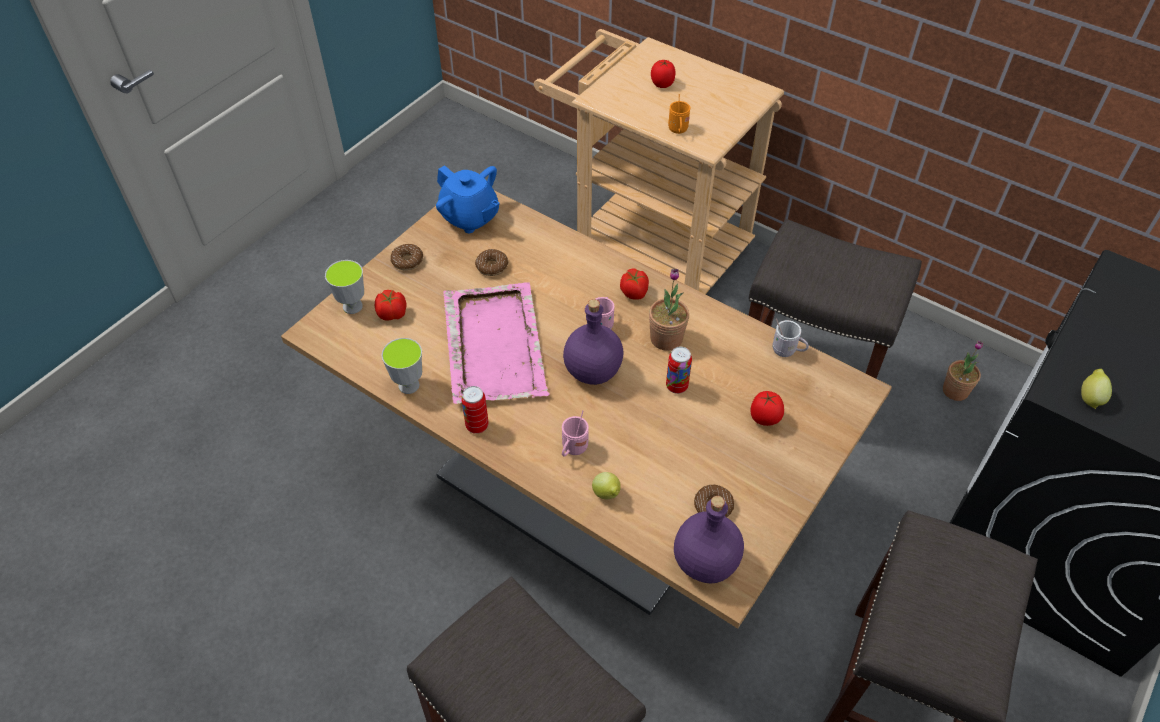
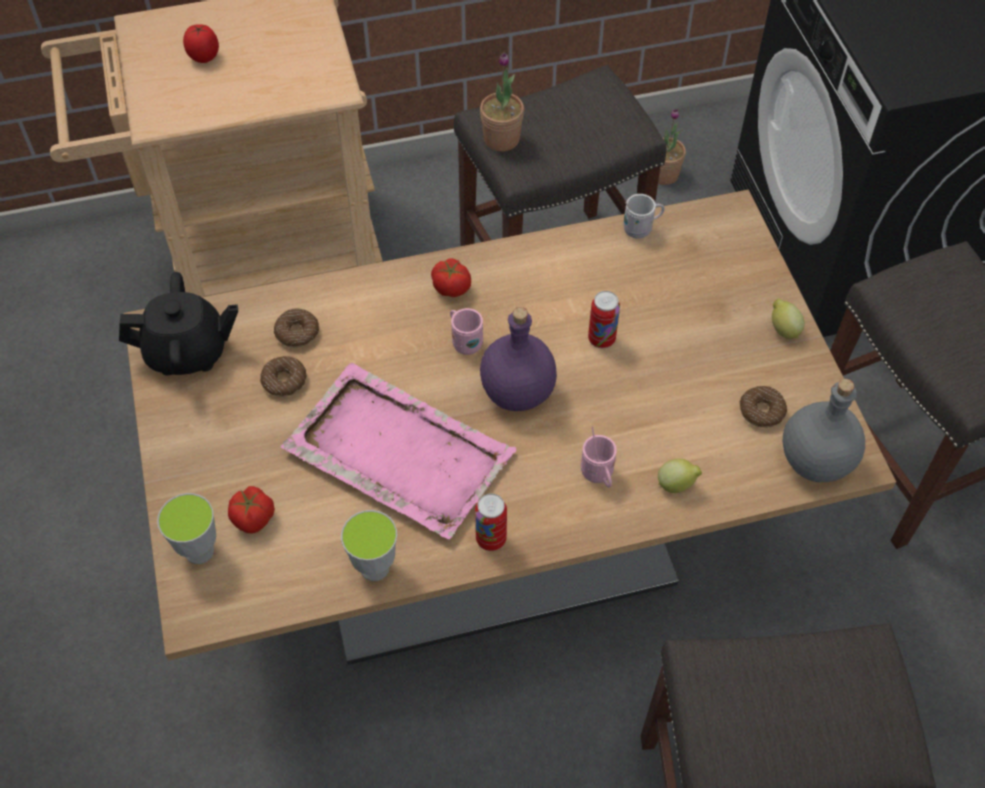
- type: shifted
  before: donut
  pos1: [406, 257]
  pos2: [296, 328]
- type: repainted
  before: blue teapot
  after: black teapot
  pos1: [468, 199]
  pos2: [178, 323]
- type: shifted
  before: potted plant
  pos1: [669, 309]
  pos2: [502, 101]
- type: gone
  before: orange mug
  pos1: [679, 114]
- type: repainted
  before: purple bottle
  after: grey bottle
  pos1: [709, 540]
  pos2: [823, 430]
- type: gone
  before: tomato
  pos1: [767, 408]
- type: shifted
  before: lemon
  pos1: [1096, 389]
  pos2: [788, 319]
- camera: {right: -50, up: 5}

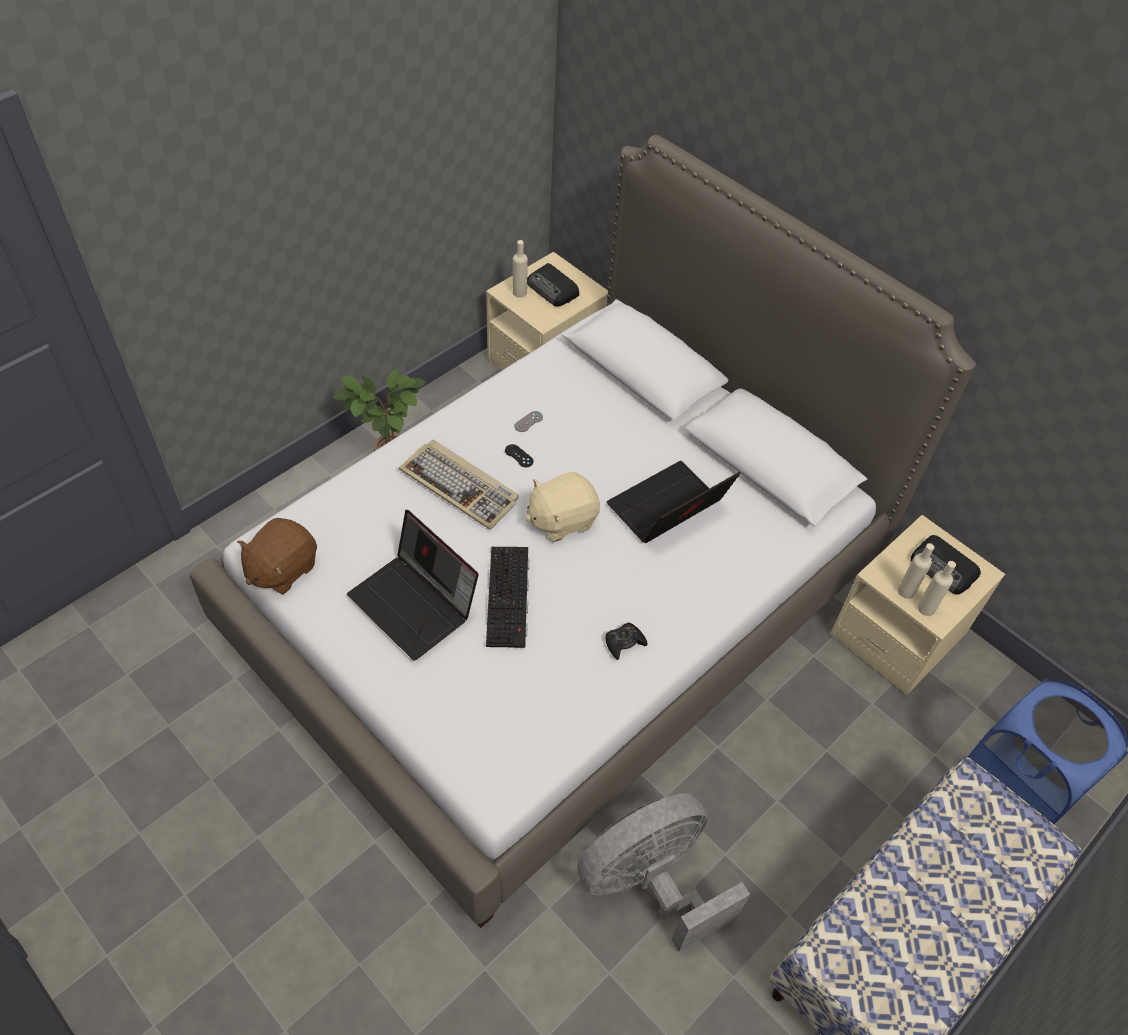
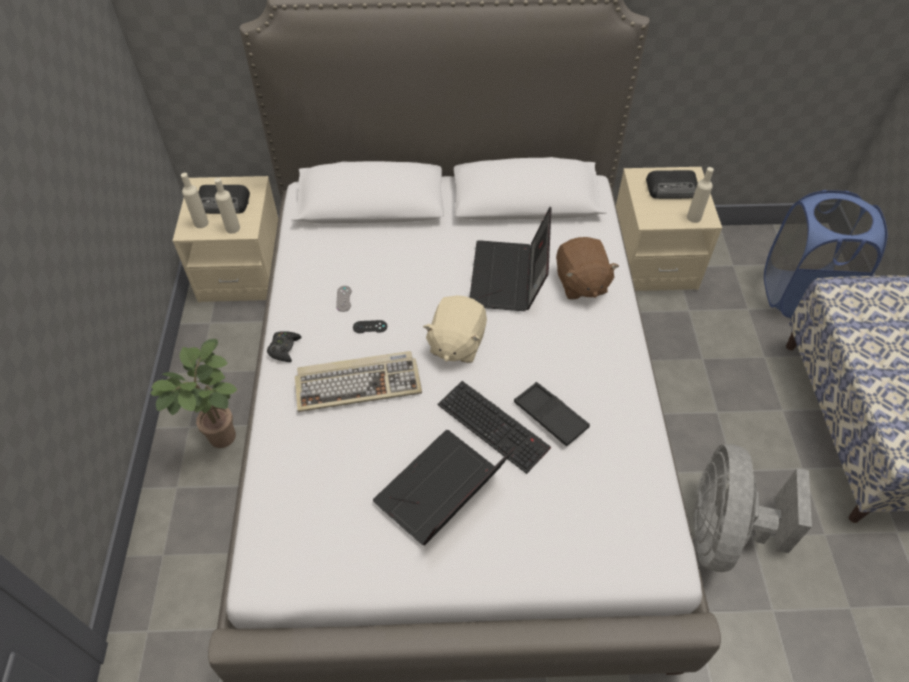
- type: shifted
  before: brown plush toy
  pos1: [277, 556]
  pos2: [587, 268]
- type: rotated
  before: laptop
  pos1: [413, 585]
  pos2: [444, 488]
  turn: 135
- type: shifted
  before: black game controller
  pos1: [626, 641]
  pos2: [284, 346]
- type: shifted
  before: beige bottle
  pos1: [916, 571]
  pos2: [227, 206]
- type: new
  after: black tray
  pos2: [552, 414]
- camera: {right: -45, up: 0}

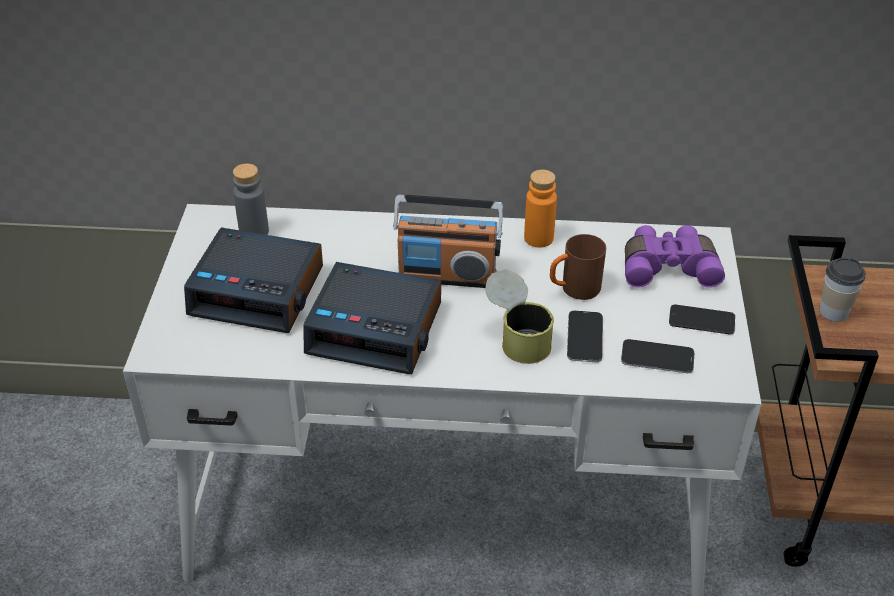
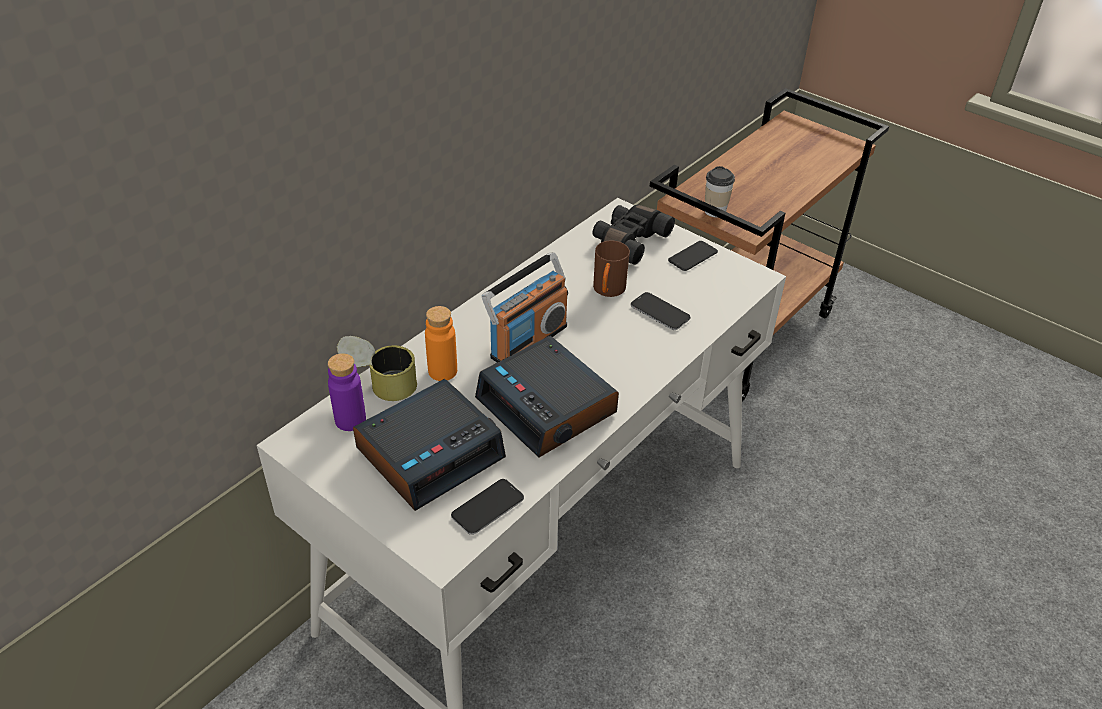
- type: repainted
  before: grey bottle
  after: purple bottle
  pos1: [251, 199]
  pos2: [347, 392]
- type: rotated
  before: alarm clock
  pos1: [372, 318]
  pos2: [547, 397]
  turn: 90
- type: shifted
  before: can
  pos1: [519, 316]
  pos2: [377, 368]
- type: shifted
  before: orange bottle
  pos1: [540, 209]
  pos2: [441, 343]
- type: shifted
  before: phone
  pos1: [657, 356]
  pos2: [487, 507]
- type: repainted
  before: purple binoculars
  after: black binoculars
  pos1: [675, 256]
  pos2: [634, 235]
- camera: {right: -55, up: 0}

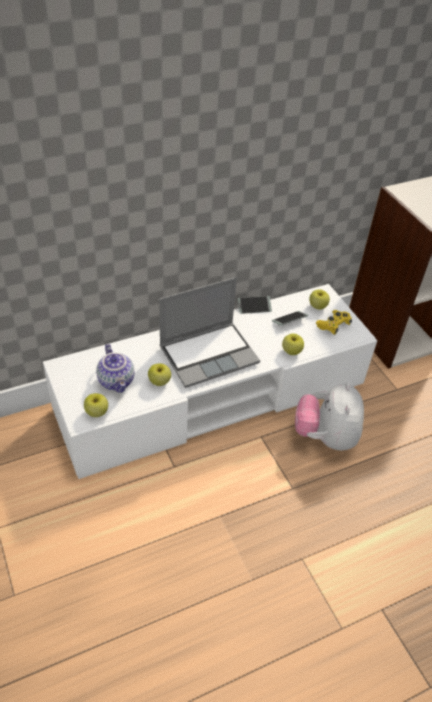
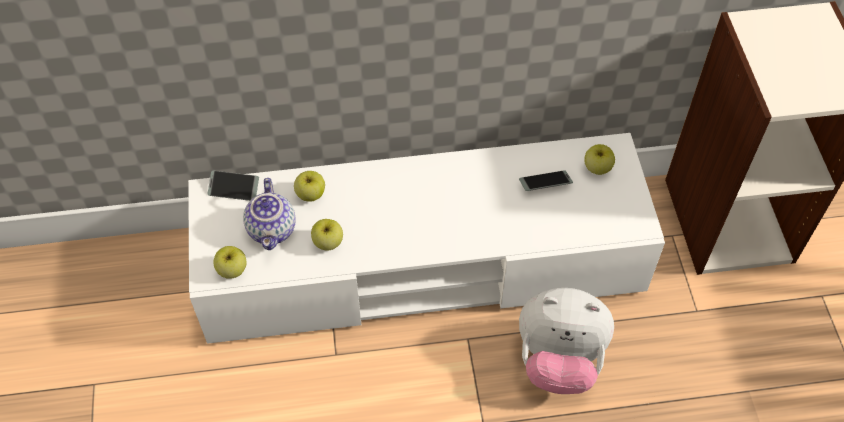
- type: gone
  before: laptop
  pos1: [209, 332]
- type: shifted
  before: phone
  pos1: [255, 305]
  pos2: [233, 186]
- type: shifted
  before: apple
  pos1: [293, 344]
  pos2: [309, 186]
- type: rotated
  before: plush toy
  pos1: [329, 416]
  pos2: [566, 341]
  turn: -105
- type: gone
  before: yellow game controller
  pos1: [334, 322]
- camera: {right: 20, up: 10}

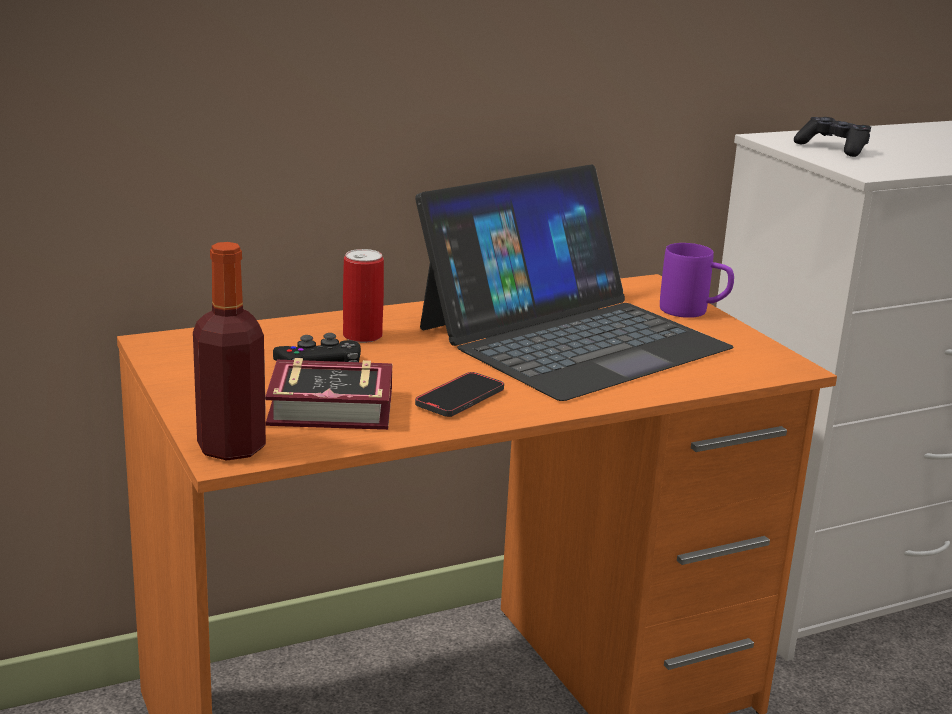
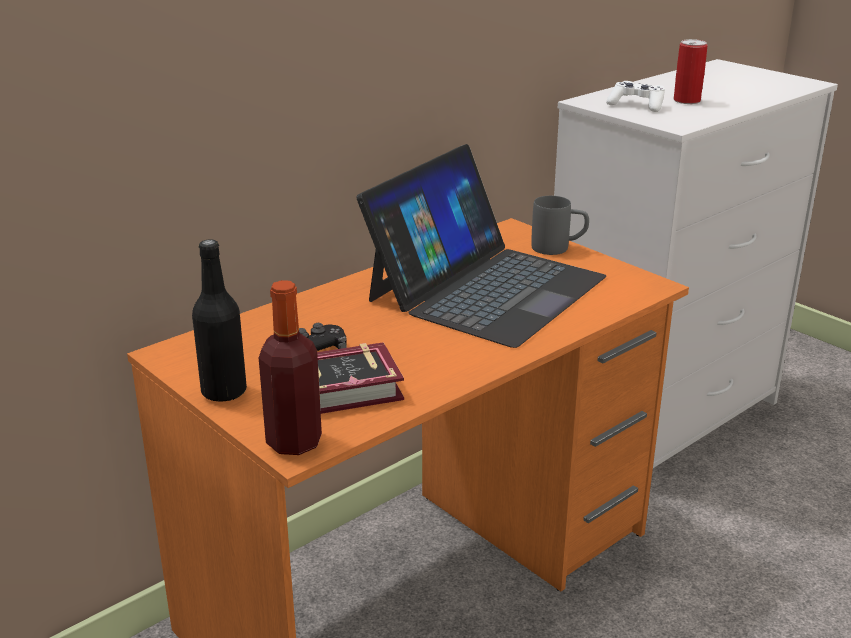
- type: shifted
  before: can
  pos1: [363, 296]
  pos2: [690, 71]
- type: gone
  before: phone
  pos1: [459, 394]
- type: repainted
  before: purple mug
  after: grey mug
  pos1: [697, 280]
  pos2: [560, 225]
- type: repainted
  before: black game controller
  after: white game controller
  pos1: [832, 137]
  pos2: [635, 96]
- type: new
  after: black bottle
  pos2: [219, 320]
- camera: {right: -15, up: 5}

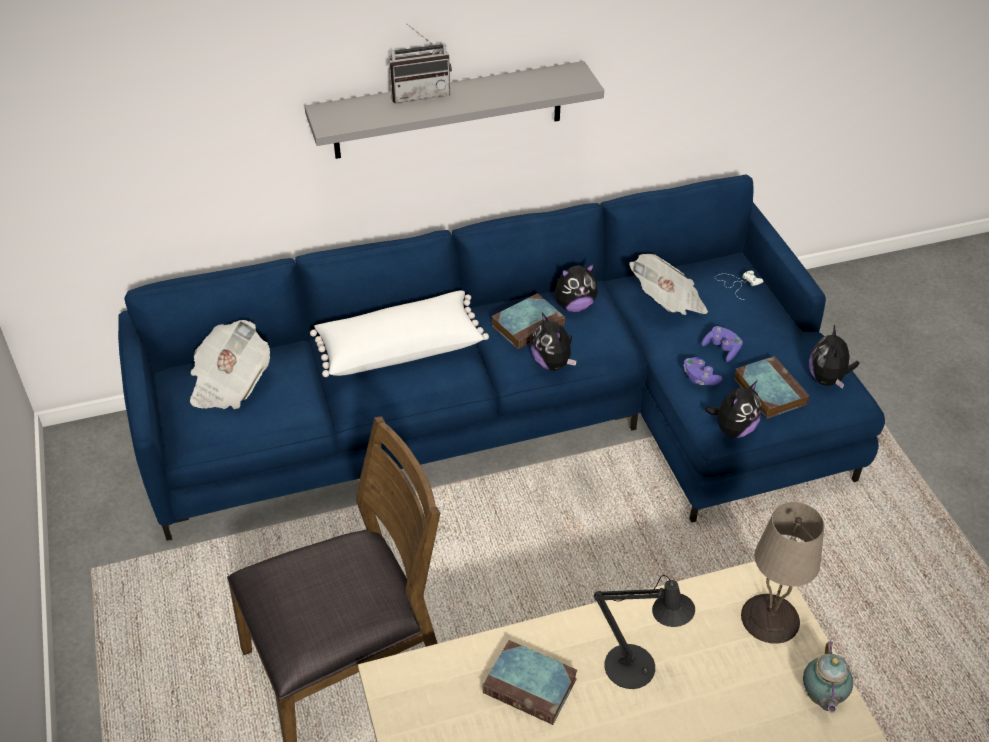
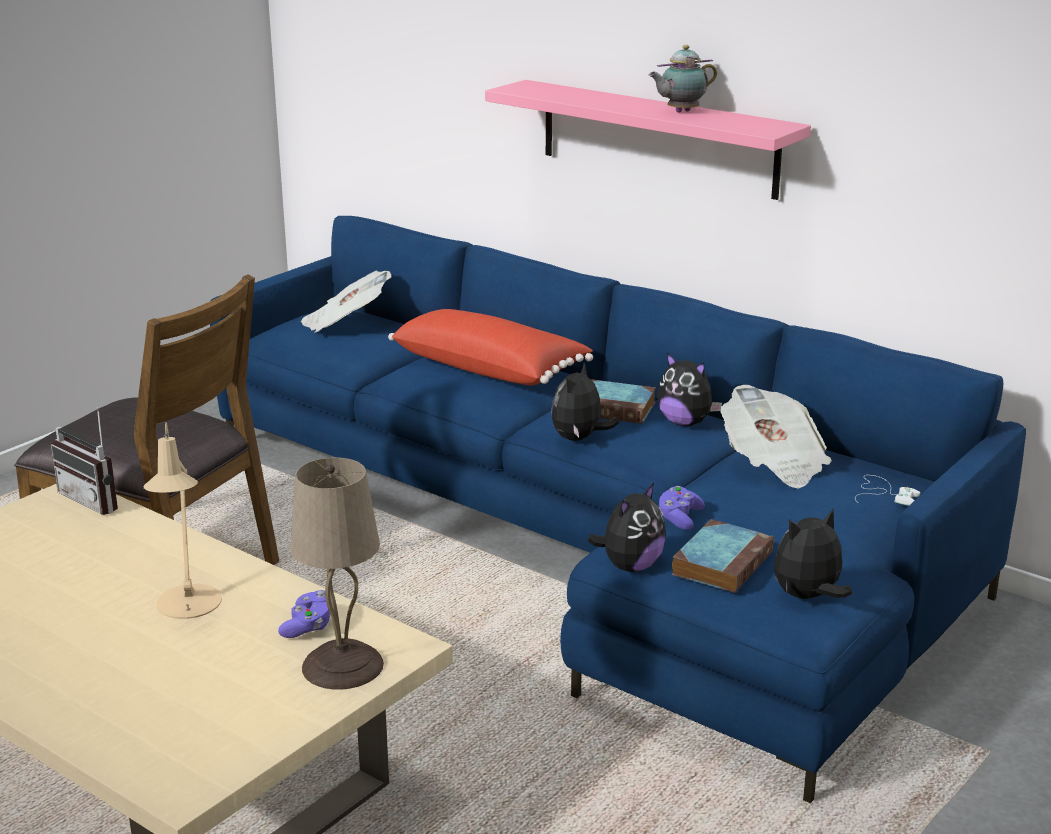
- type: repainted
  before: grey shelf
  after: pink shelf
  pos1: [454, 110]
  pos2: [648, 140]
- type: repainted
  before: white pillow
  after: red pillow
  pos1: [399, 333]
  pos2: [490, 347]
- type: shifted
  before: radio
  pos1: [420, 63]
  pos2: [84, 461]
- type: gone
  before: book
  pos1: [530, 682]
- type: repainted
  before: black table lamp
  after: beige table lamp
  pos1: [644, 632]
  pos2: [183, 520]
- type: shifted
  before: purple game controller
  pos1: [722, 344]
  pos2: [305, 614]
- type: rotated
  before: plush toy
  pos1: [733, 409]
  pos2: [626, 527]
  turn: -60
- type: shifted
  before: teapot
  pos1: [828, 677]
  pos2: [683, 79]
- camera: {right: 55, up: -20}

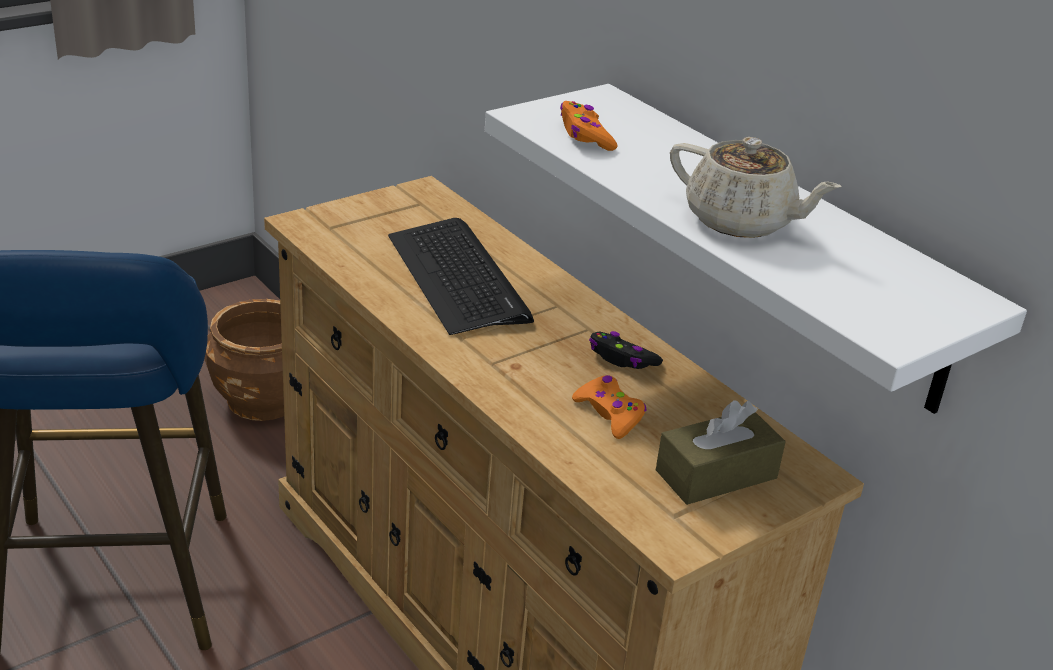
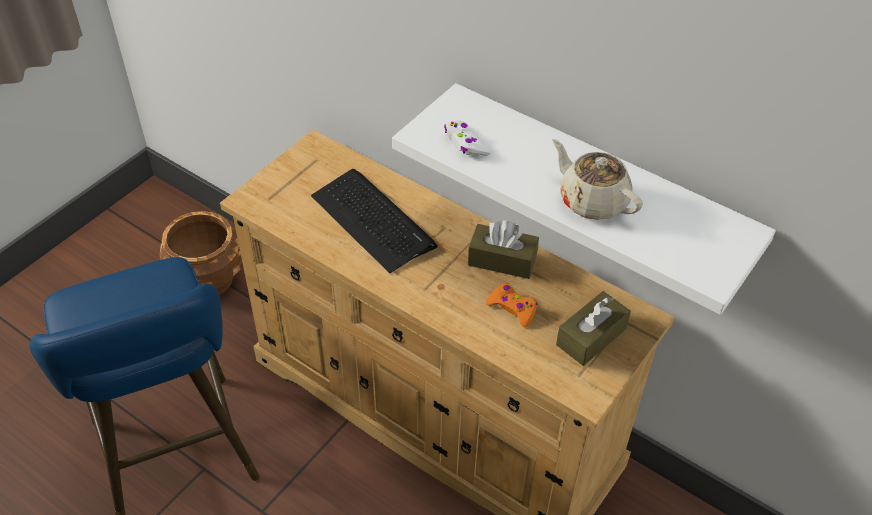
- type: repainted
  before: orange game controller
  after: white game controller
  pos1: [588, 126]
  pos2: [467, 138]
- type: swapped
  before: black game controller
  after: brown tissue box
  pos1: [626, 350]
  pos2: [503, 249]
- type: rotated
  before: beige teapot
  pos1: [755, 187]
  pos2: [598, 179]
  turn: -150
- camera: {right: -15, up: 15}

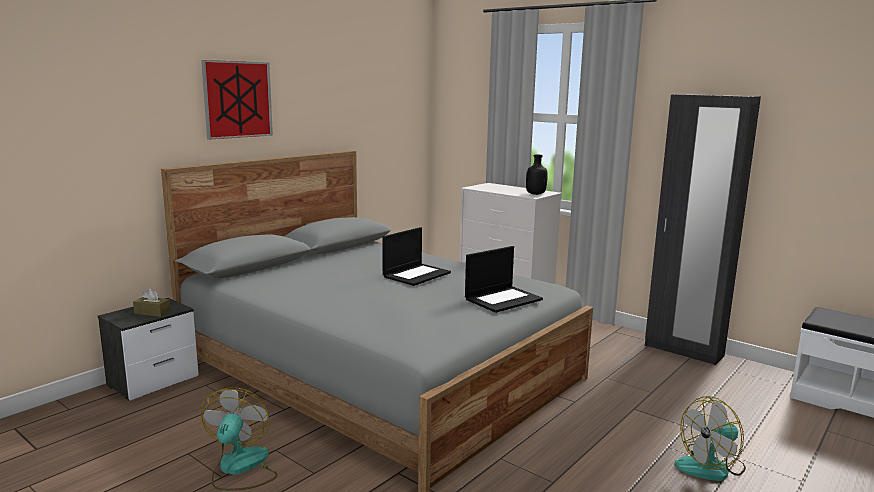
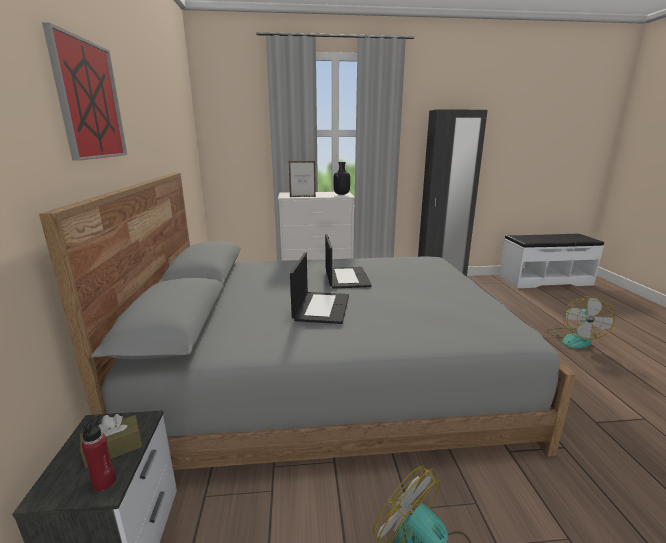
- type: shifted
  before: laptop
  pos1: [504, 279]
  pos2: [319, 288]
- type: new
  after: red bottle
  pos2: [99, 453]
- type: new
  after: picture frame
  pos2: [302, 179]
- camera: {right: -45, up: 5}

